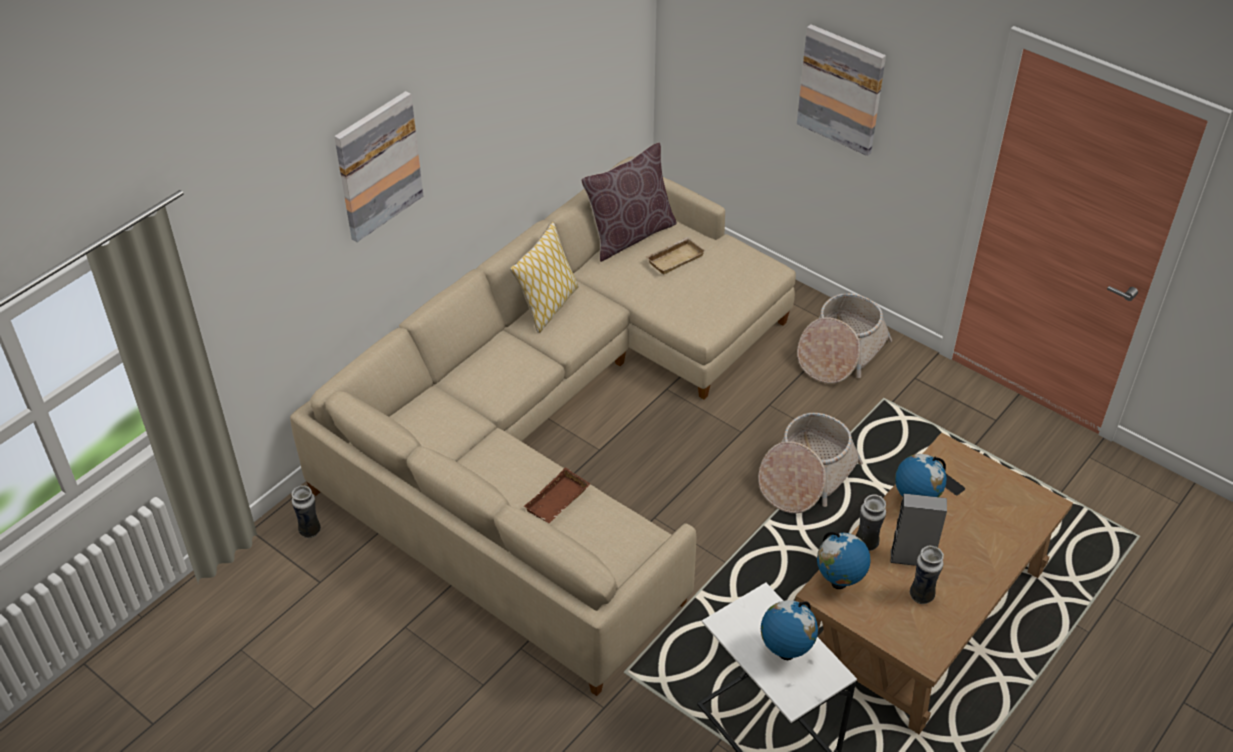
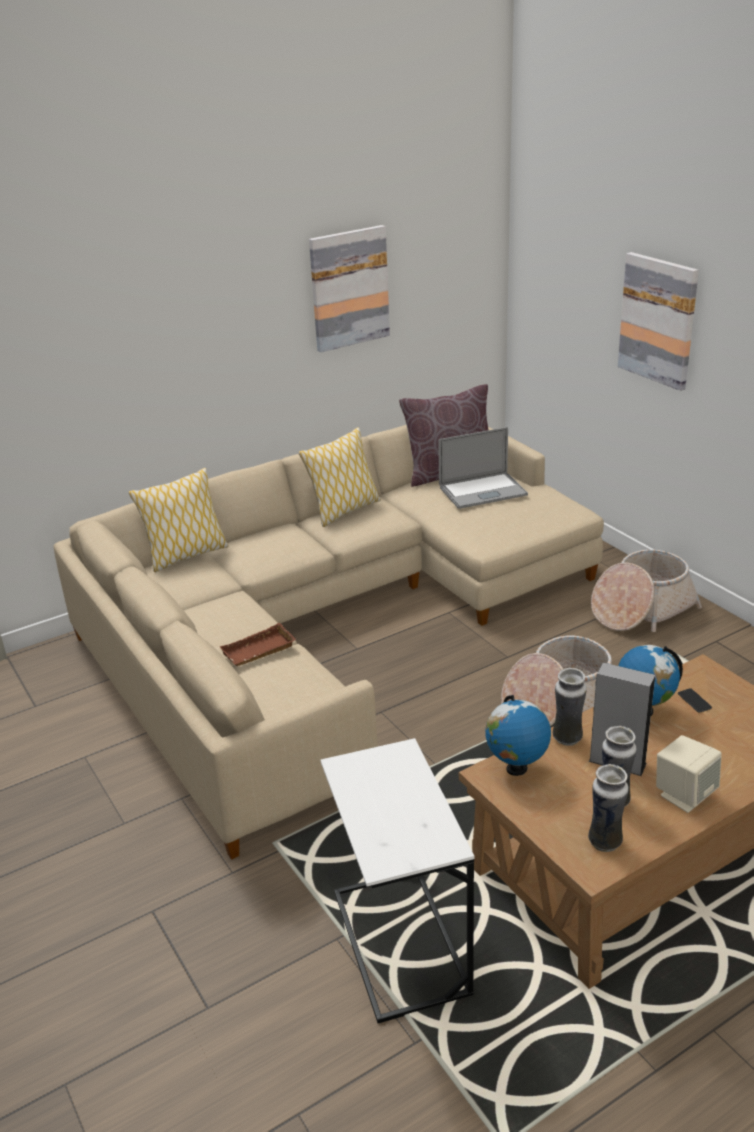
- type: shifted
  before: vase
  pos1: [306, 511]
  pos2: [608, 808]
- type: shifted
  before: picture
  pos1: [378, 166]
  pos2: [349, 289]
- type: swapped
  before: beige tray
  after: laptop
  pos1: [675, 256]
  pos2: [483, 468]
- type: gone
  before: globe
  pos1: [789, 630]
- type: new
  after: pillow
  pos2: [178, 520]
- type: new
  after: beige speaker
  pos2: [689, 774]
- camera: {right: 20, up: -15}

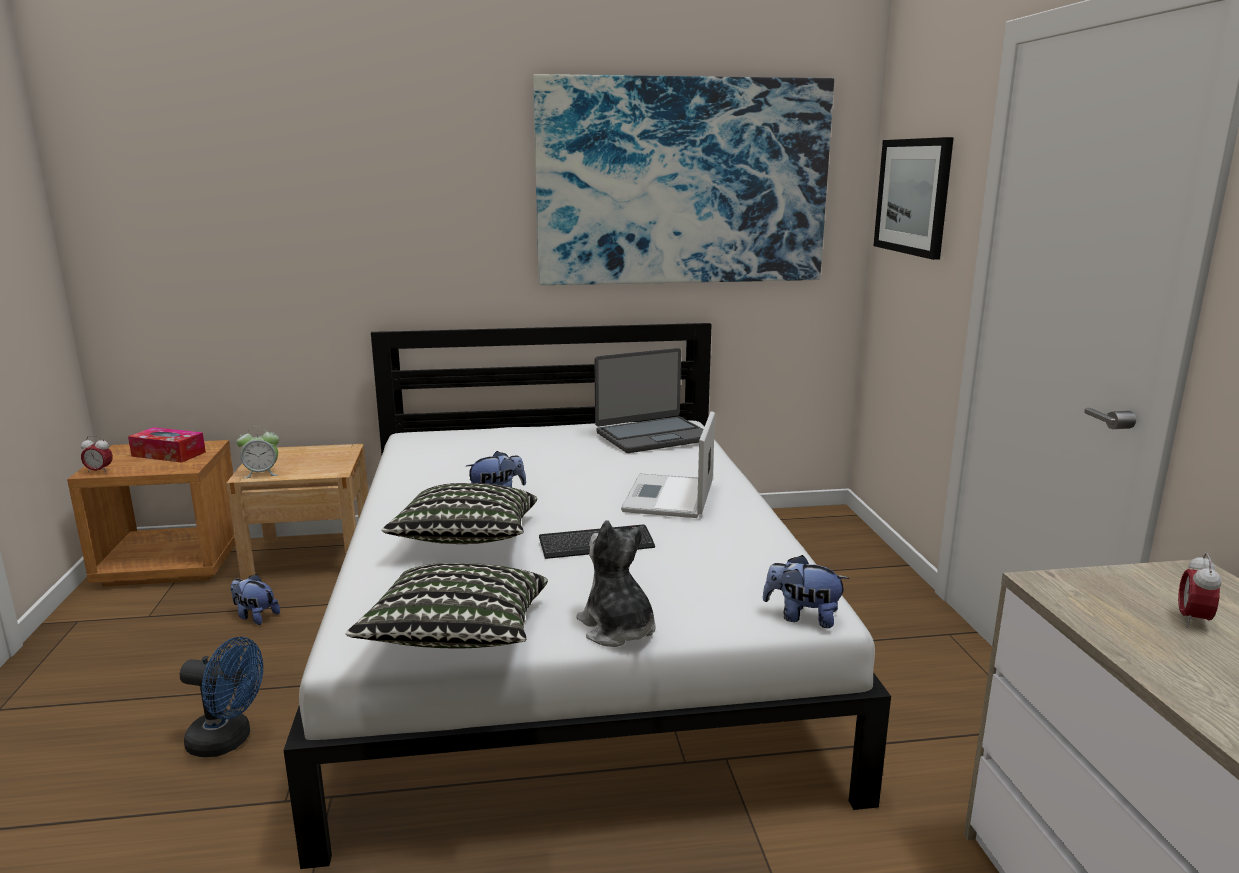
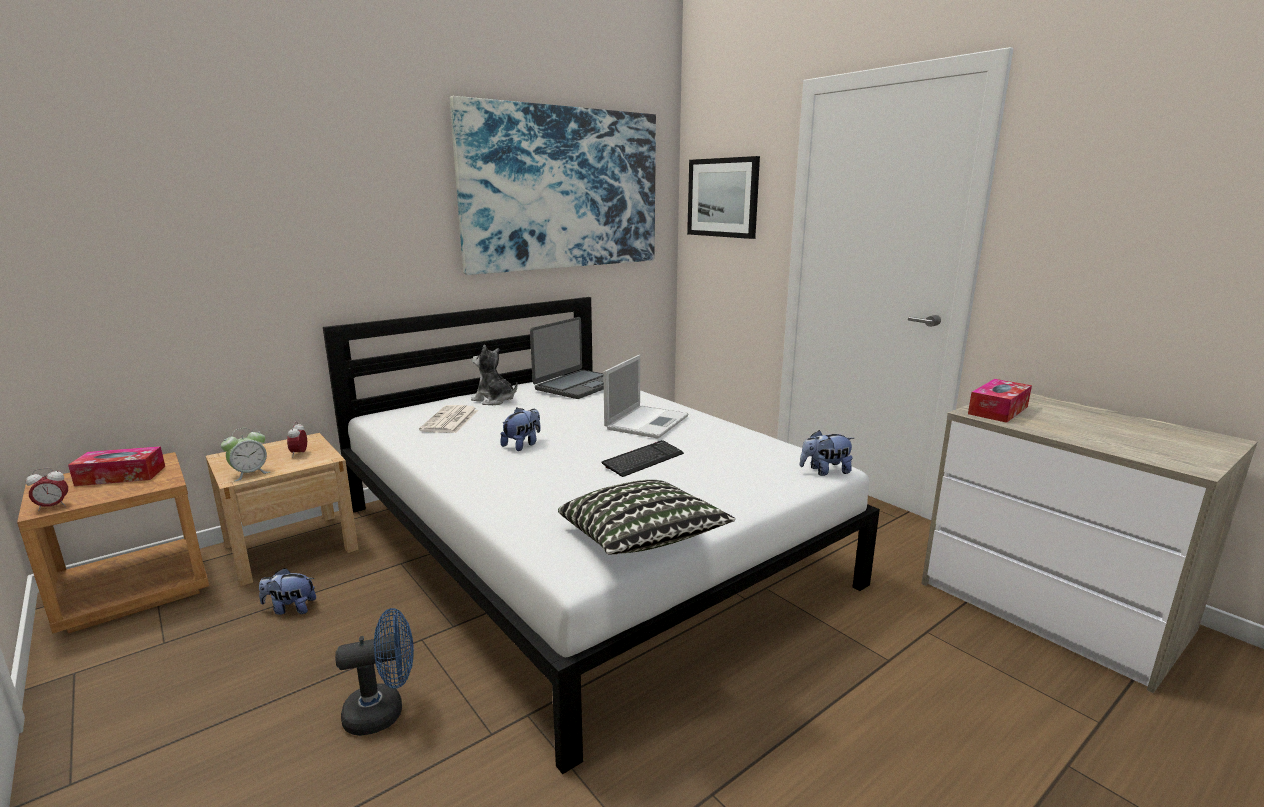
- type: gone
  before: pillow
  pos1: [459, 513]
- type: shifted
  before: plush toy
  pos1: [615, 583]
  pos2: [494, 375]
- type: rotated
  before: laptop
  pos1: [668, 464]
  pos2: [646, 397]
  turn: -135
- type: shifted
  before: alarm clock
  pos1: [1200, 590]
  pos2: [297, 438]
- type: new
  after: newspaper
  pos2: [448, 419]
- type: new
  after: tissue box
  pos2: [1000, 401]
- camera: {right: -30, up: 0}

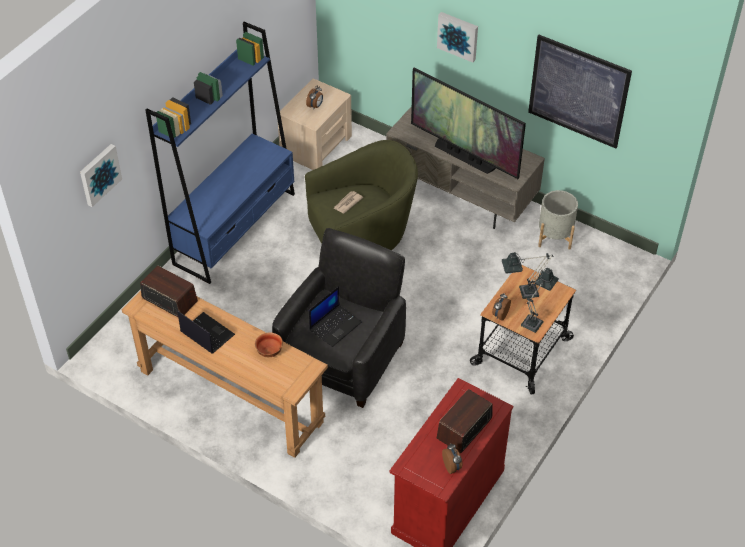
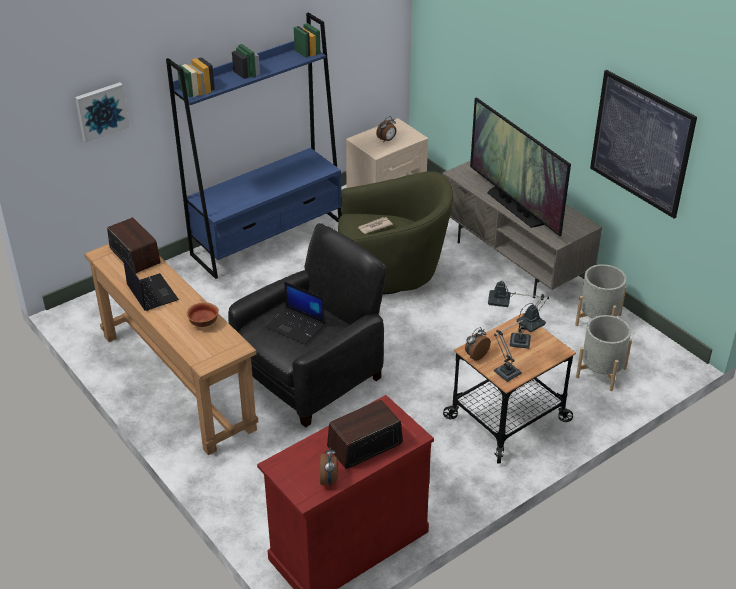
- type: rotated
  before: laptop
  pos1: [335, 316]
  pos2: [295, 313]
  turn: 60
- type: gone
  before: picture
  pos1: [457, 37]
- type: new
  after: grey planter
  pos2: [604, 353]
- camera: {right: 20, up: -10}

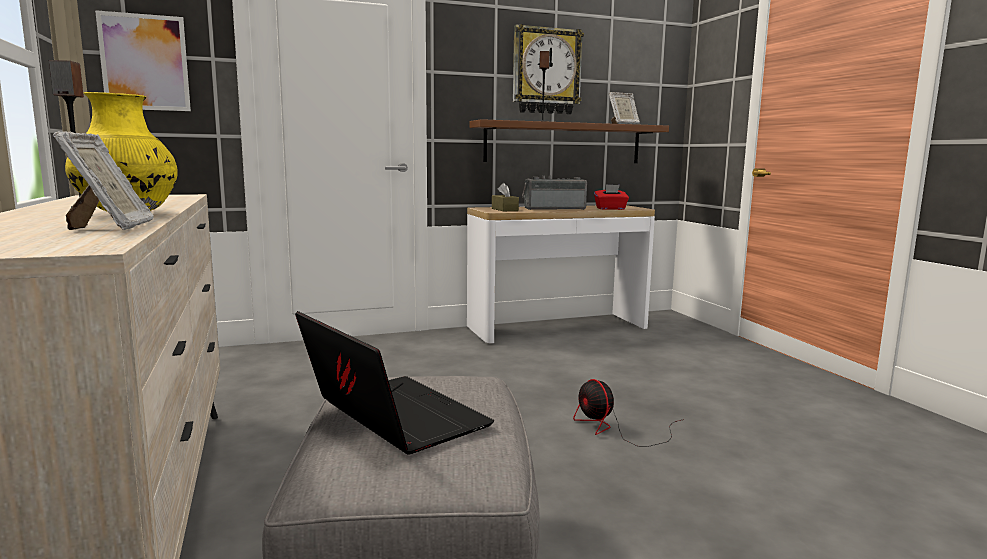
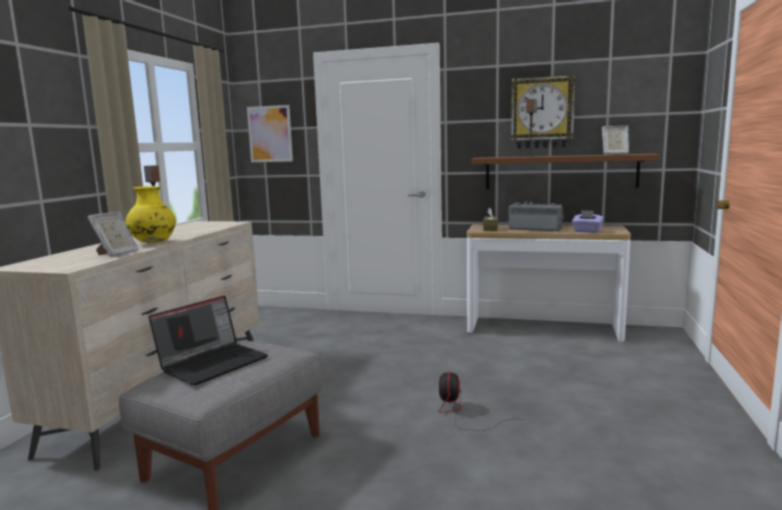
- type: rotated
  before: laptop
  pos1: [394, 382]
  pos2: [208, 341]
  turn: 45
- type: repainted
  before: red tissue box
  after: purple tissue box
  pos1: [611, 197]
  pos2: [588, 221]
- camera: {right: 35, up: 0}

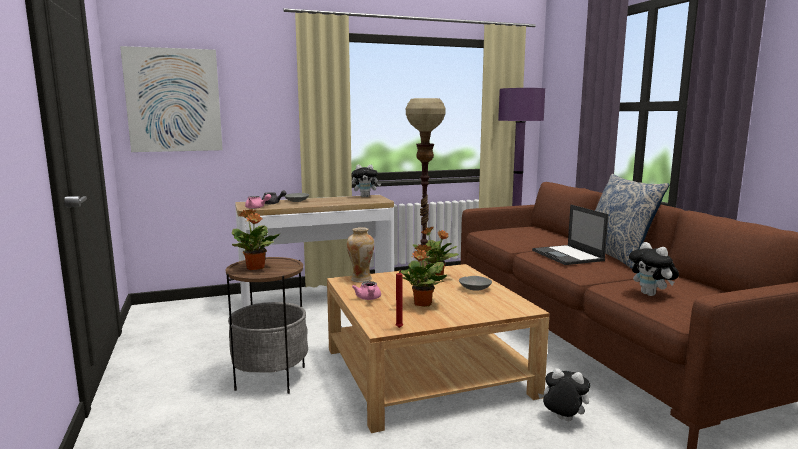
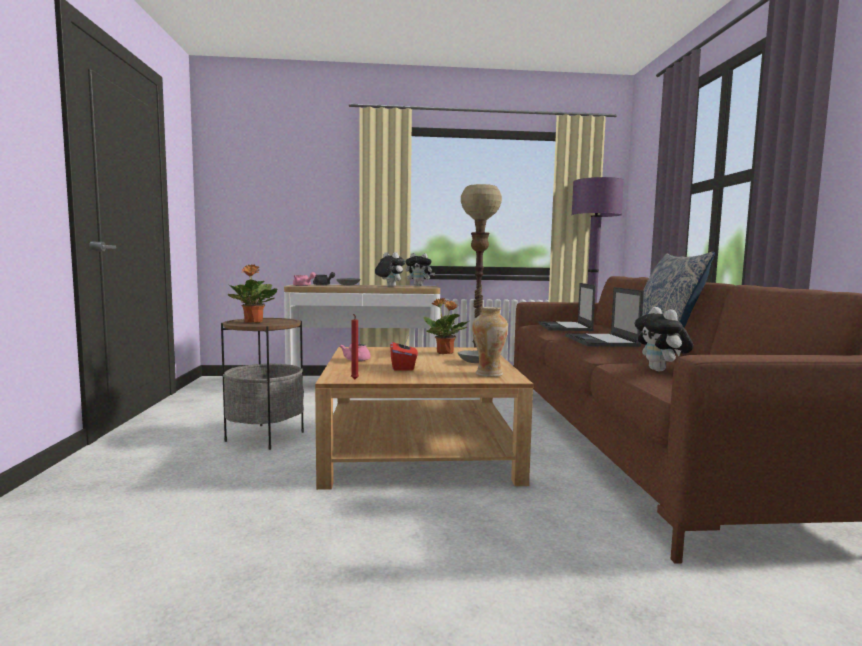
- type: gone
  before: picture
  pos1: [171, 99]
- type: shifted
  before: vase
  pos1: [360, 255]
  pos2: [490, 342]
- type: swapped
  before: potted plant
  after: red tissue box
  pos1: [423, 275]
  pos2: [404, 354]
- type: shifted
  before: plush toy
  pos1: [564, 394]
  pos2: [390, 269]
- type: new
  after: laptop
  pos2: [567, 307]
- camera: {right: 15, up: -5}

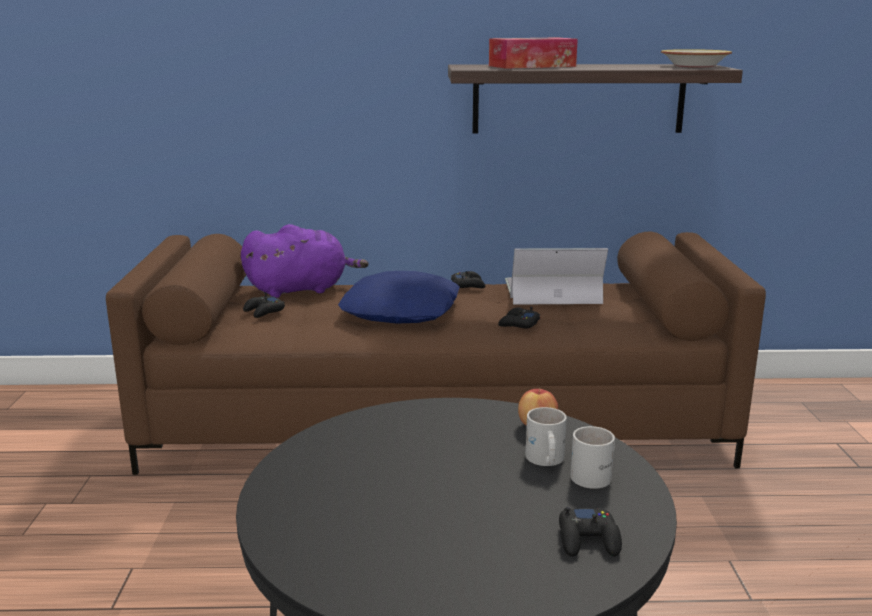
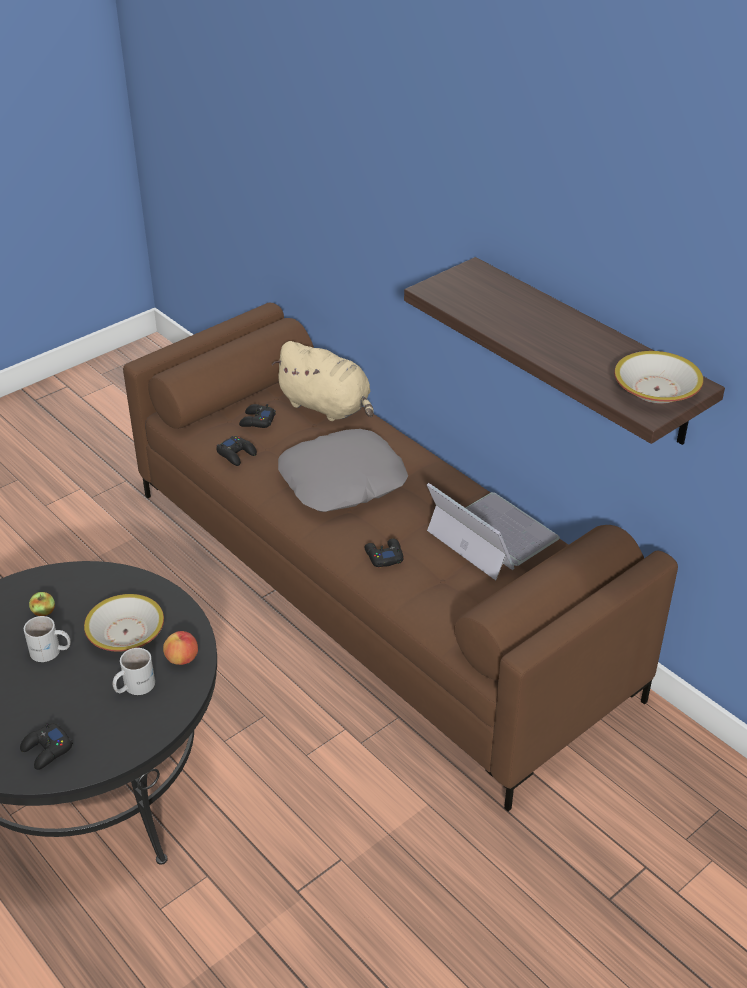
- type: repainted
  before: purple plush toy
  after: beige plush toy
  pos1: [304, 261]
  pos2: [323, 381]
- type: repainted
  before: blue pillow
  after: grey pillow
  pos1: [399, 297]
  pos2: [343, 470]
- type: shifted
  before: black game controller
  pos1: [468, 279]
  pos2: [236, 451]
- type: gone
  before: tissue box
  pos1: [533, 53]
- type: shifted
  before: white mug
  pos1: [593, 457]
  pos2: [47, 639]
- type: new
  after: apple
  pos2: [42, 604]
- type: new
  after: bowl
  pos2: [124, 623]
- camera: {right: 50, up: 20}

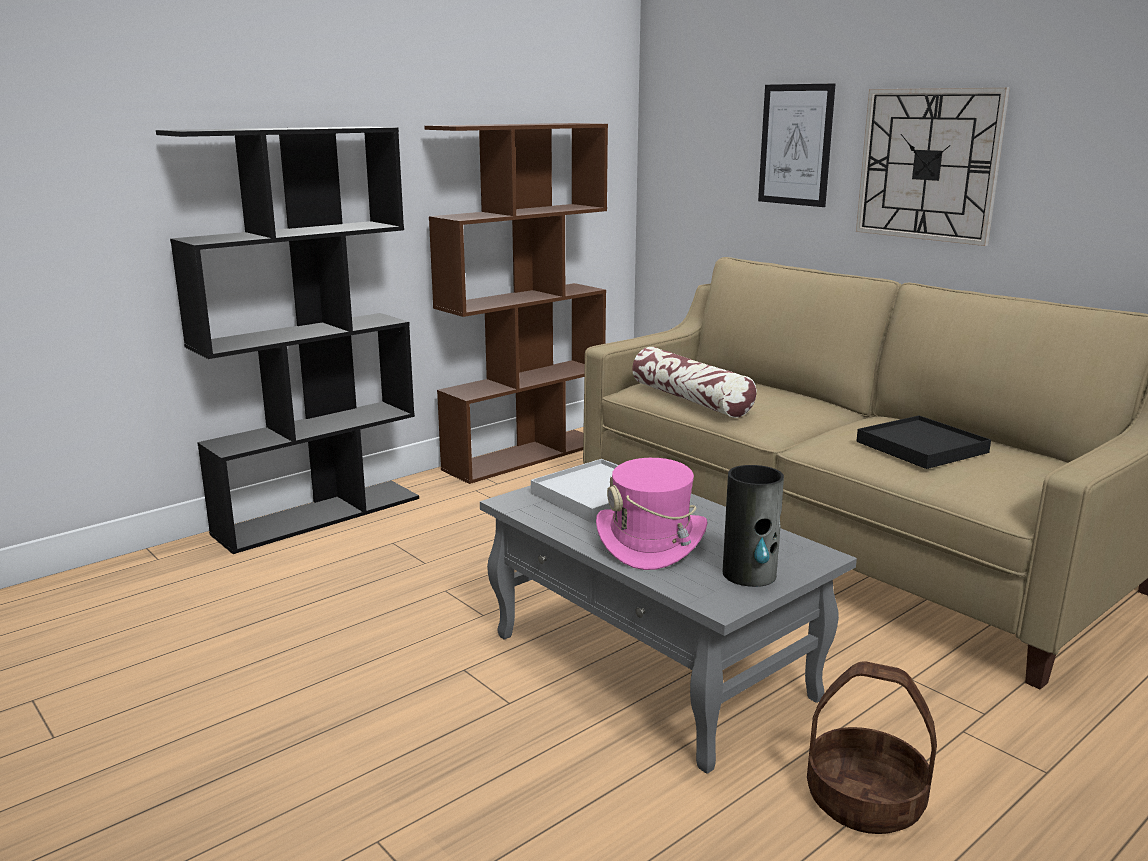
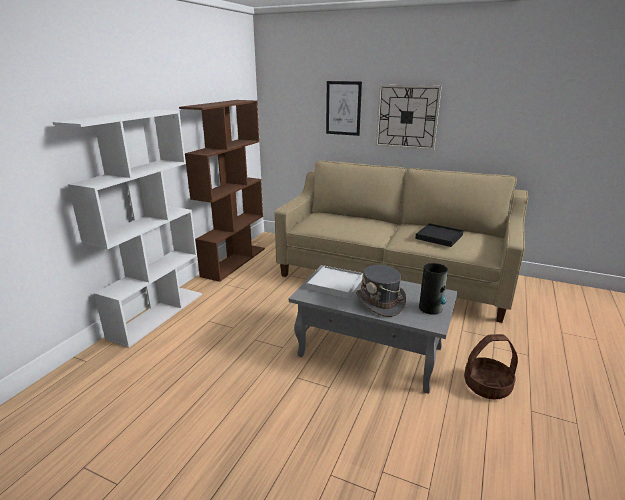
- type: repainted
  before: black bookcase
  after: white bookcase
  pos1: [287, 340]
  pos2: [127, 229]
- type: repainted
  before: pink hat
  after: grey hat
  pos1: [651, 514]
  pos2: [381, 291]
- type: gone
  before: pillow
  pos1: [694, 382]
- camera: {right: -25, up: 5}

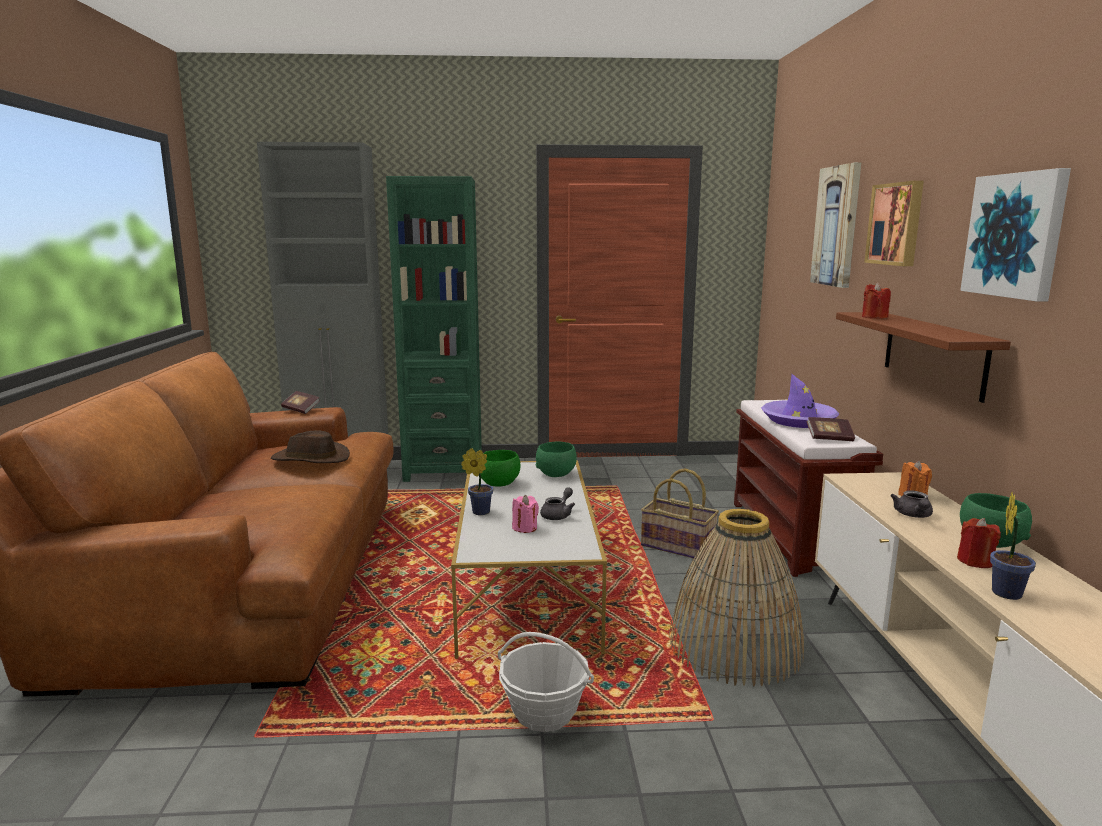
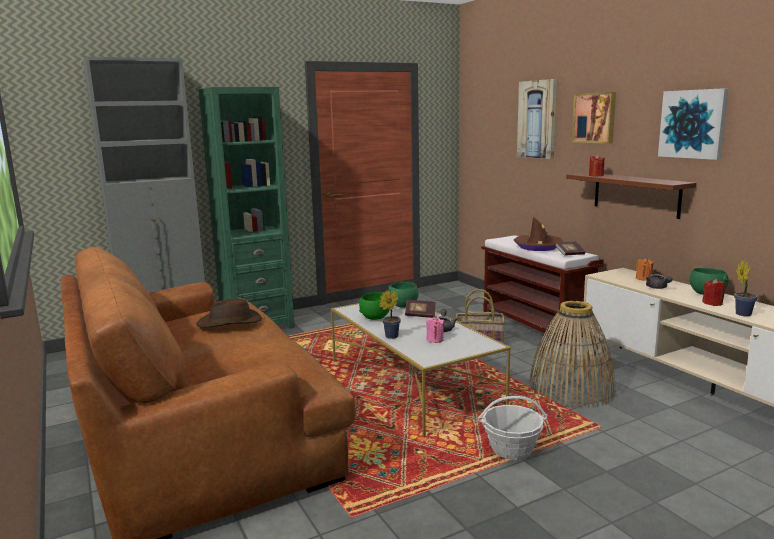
- type: shifted
  before: book
  pos1: [300, 402]
  pos2: [420, 309]
- type: repainted
  before: purple hat
  after: brown hat
  pos1: [800, 401]
  pos2: [538, 234]
- camera: {right: -25, up: 0}

